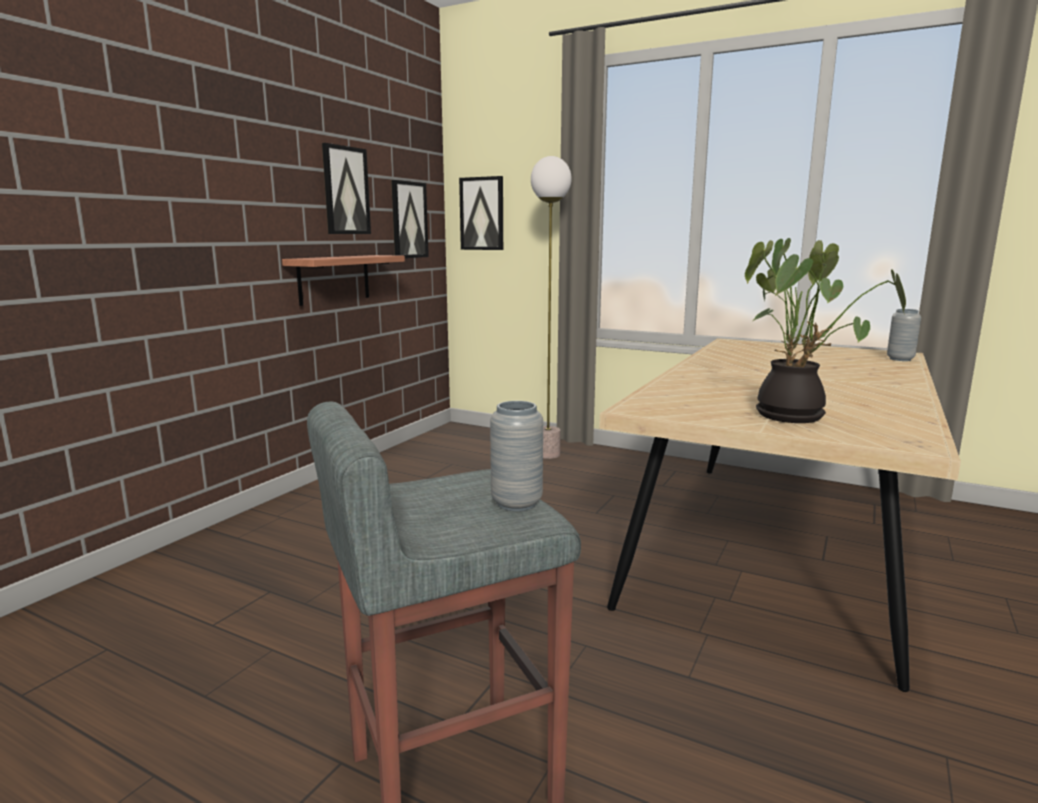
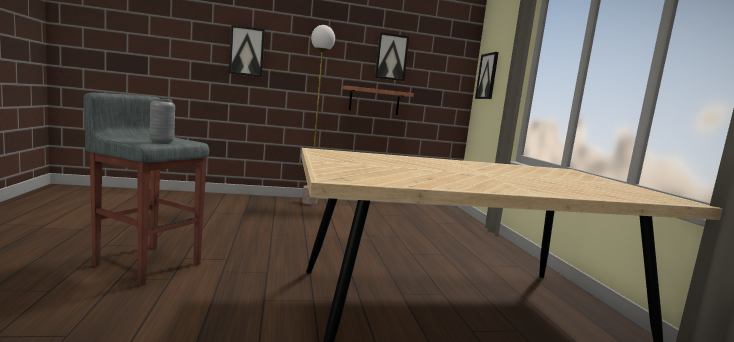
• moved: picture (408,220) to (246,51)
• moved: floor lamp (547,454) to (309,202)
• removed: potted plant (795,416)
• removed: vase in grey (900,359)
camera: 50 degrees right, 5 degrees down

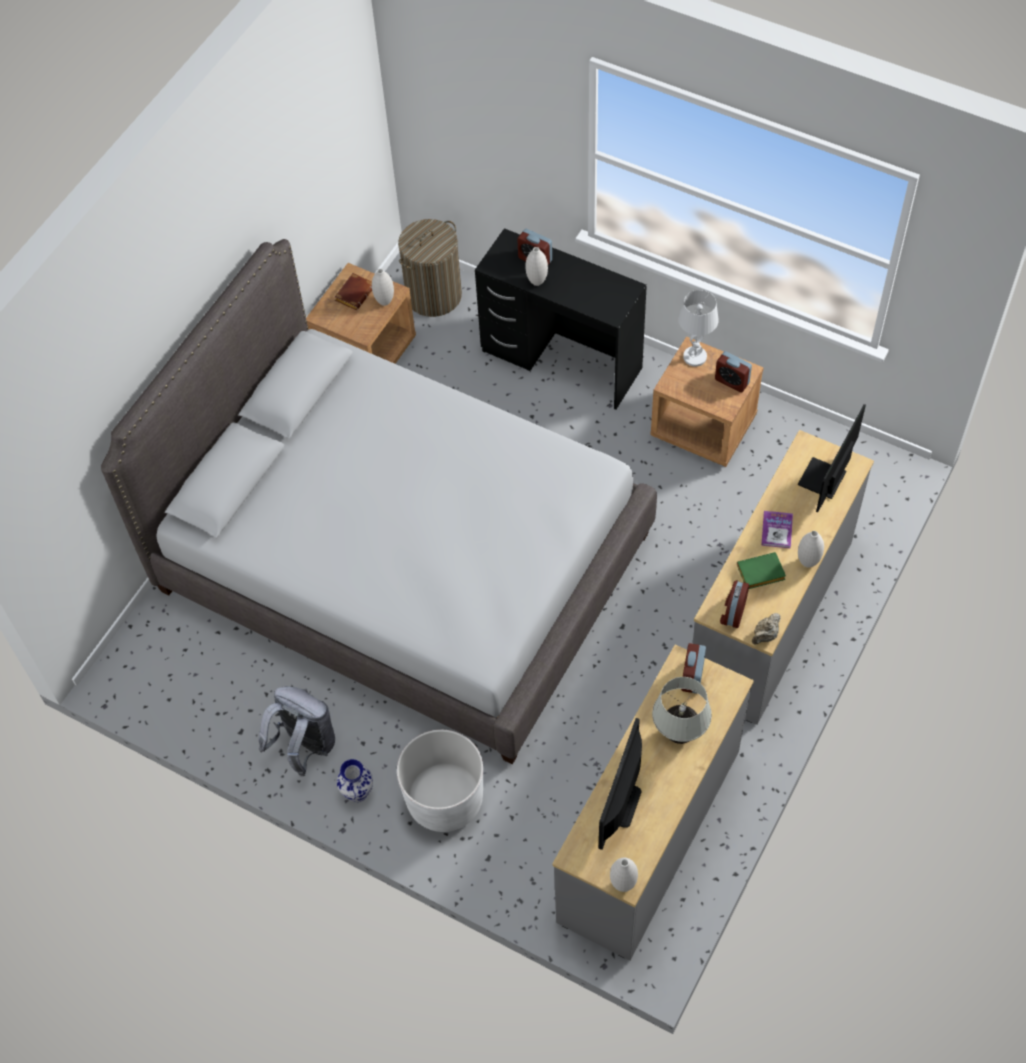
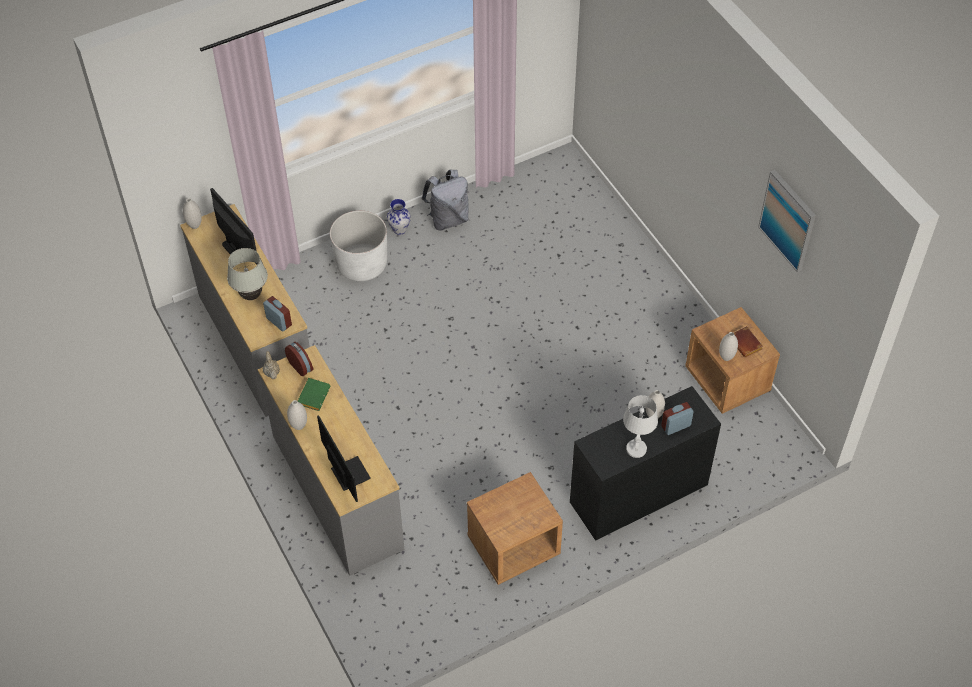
• moved: table lamp in white (694,357) to (636,449)
• added: picture (788,220)
• removed: bed in grey (403,561)
• removed: laundry basket (433,295)
• removed: alarm clock (732,381)
• removed: book (777,530)
camera: 120 degrees right, 5 degrees down

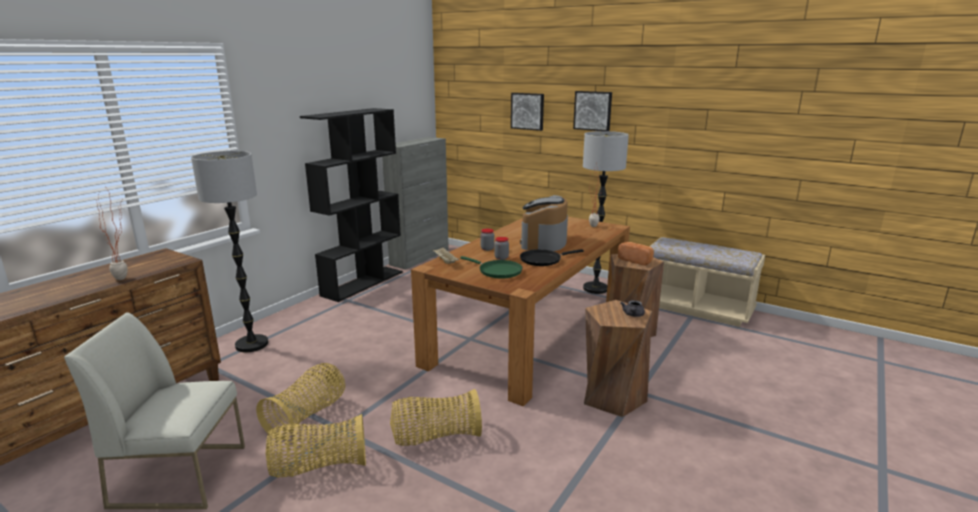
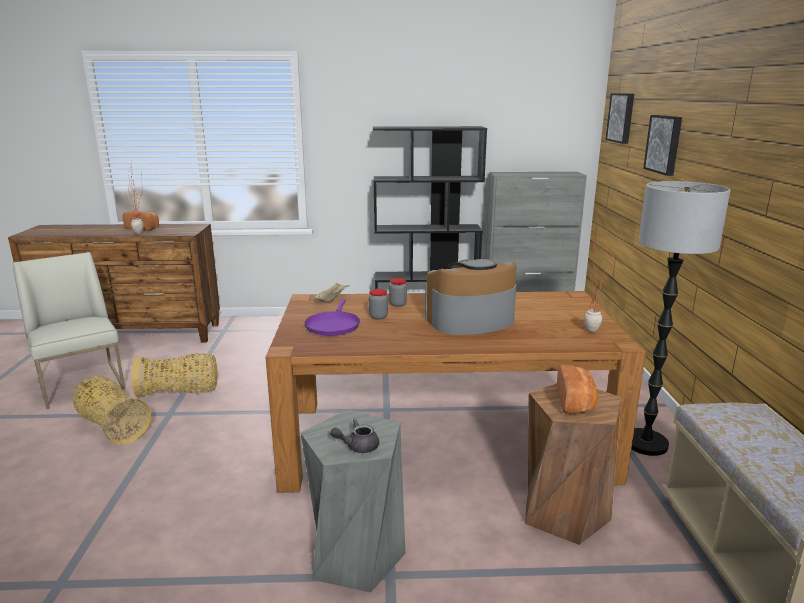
• added: bread (144,228)
• recoloured: stool in brown (612,397) to stool in grey (355,555)
• recoloured: frying pan in green (497,271) to frying pan in purple (333,325)
• moved: picture (593,110) to (622,117)
• removed: floor lamp (252,344)
• removed: basket (435,437)
• removed: frying pan in black (543,260)
camera: 55 degrees right, 0 degrees up

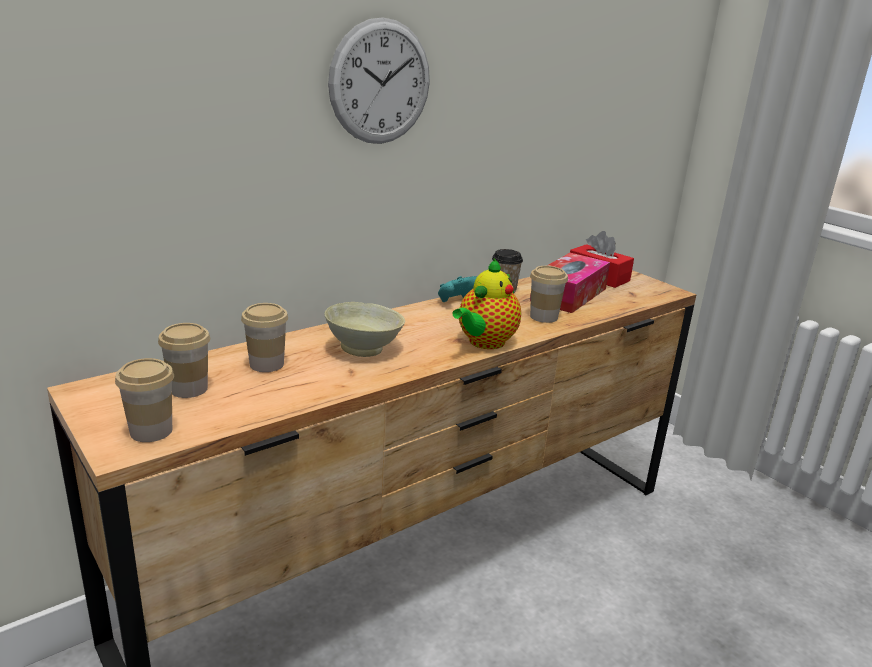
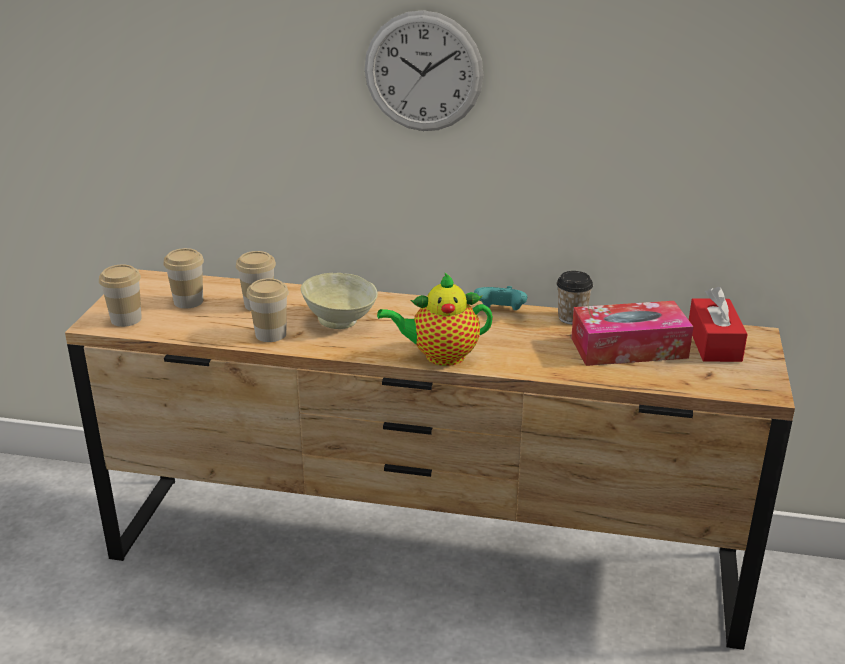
• moved: cup (543,317) to (270,334)
camera: 50 degrees right, 5 degrees up

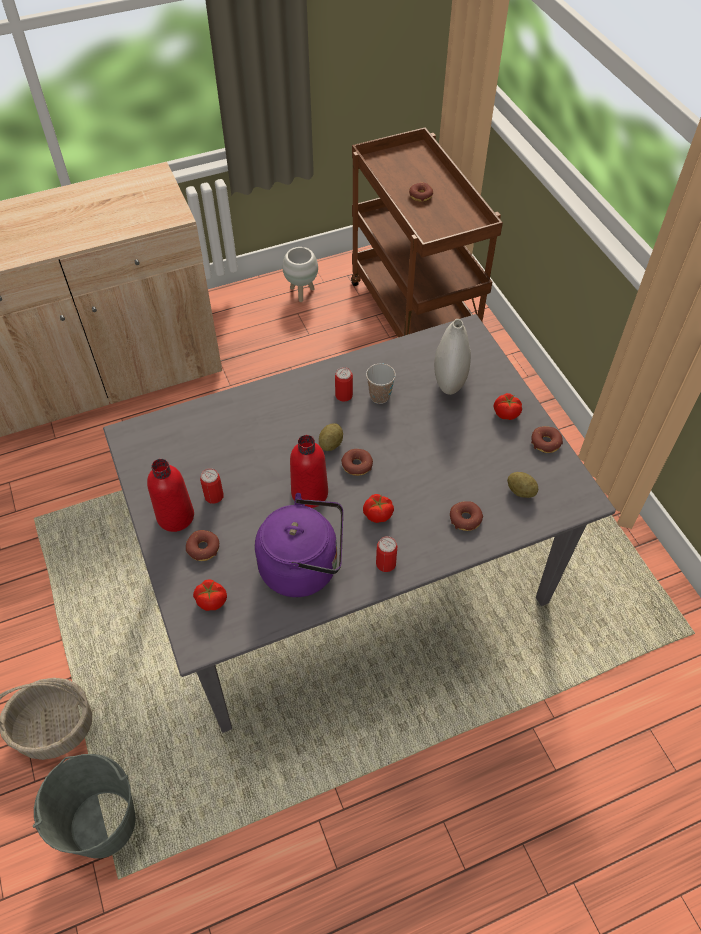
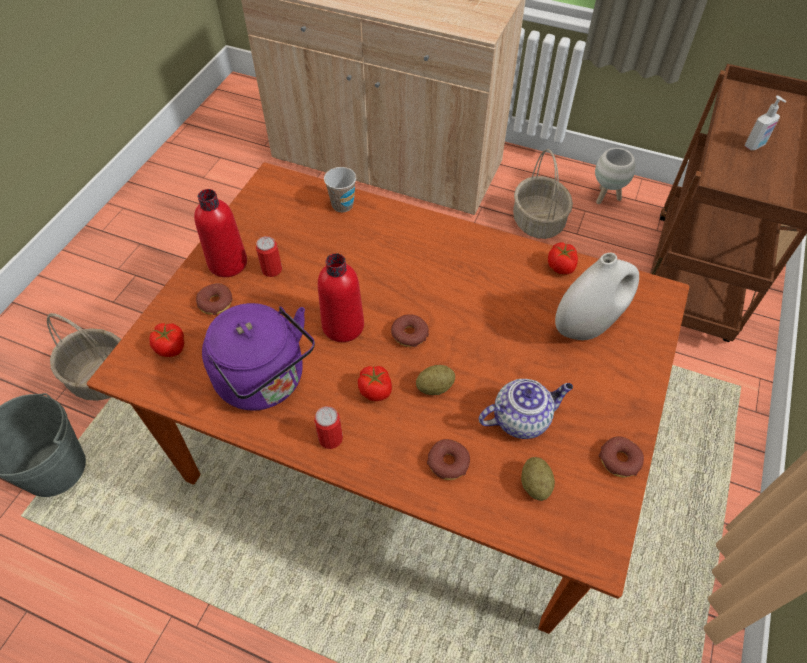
• recoloured: dining table in grey (351,572) to dining table in brown (405,447)
• moved: cup (379,396) to (342,205)
• moved: potato (330,444) to (435,387)
• added: teapot (521,418)
• added: basket (537,221)
• moved: tomato (506,413) to (560,267)
• replaced: donut (420,195) to soap dispenser (755,145)
• removed: can (344,395)
camera: 45 degrees right, 0 degrees up

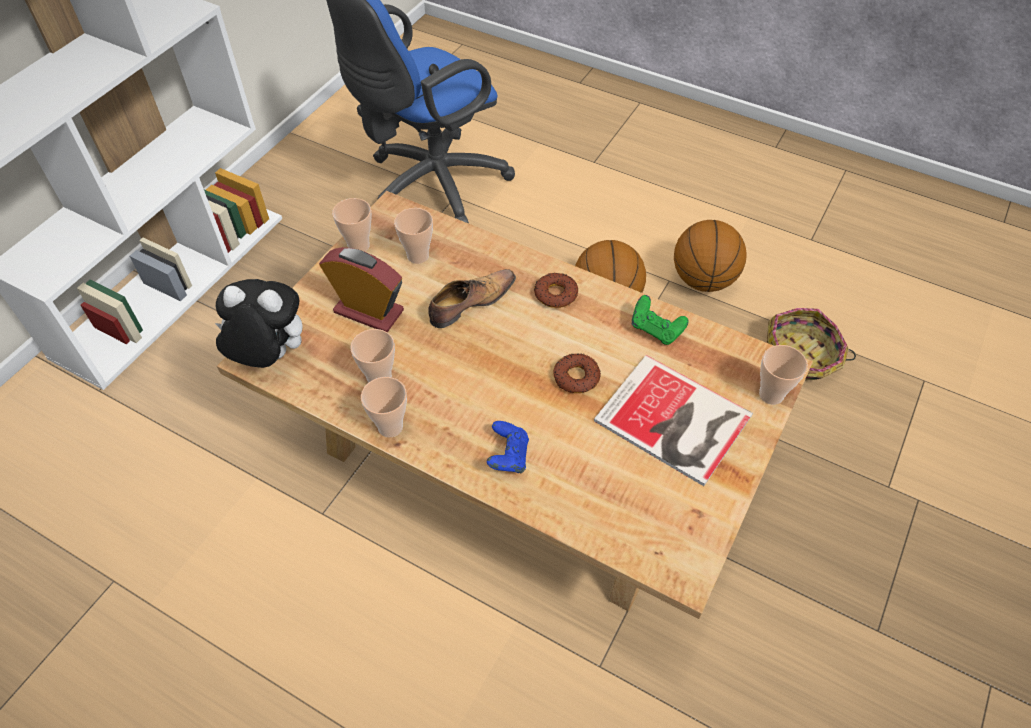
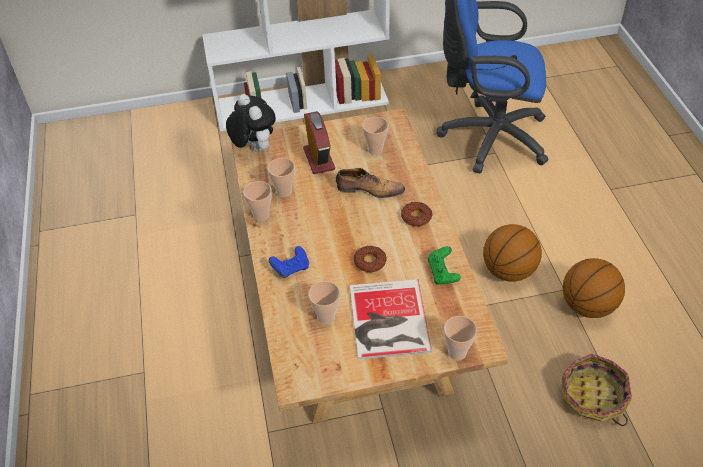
• moved: cup (358,246) to (326,317)
camera: 50 degrees right, 5 degrees down

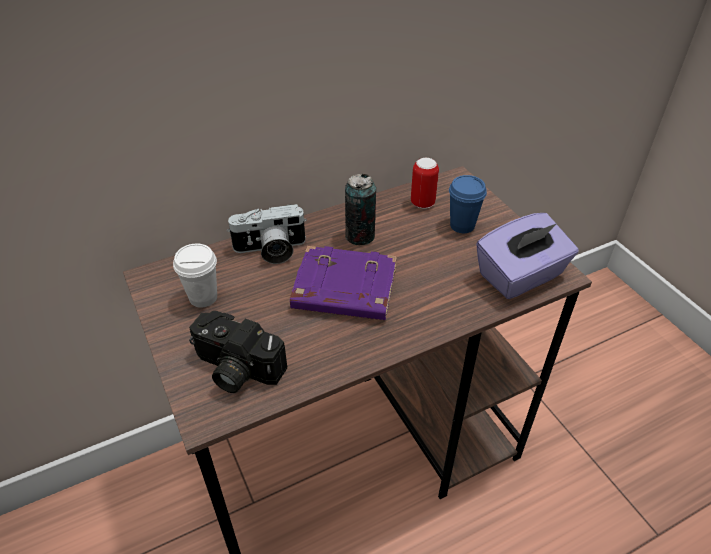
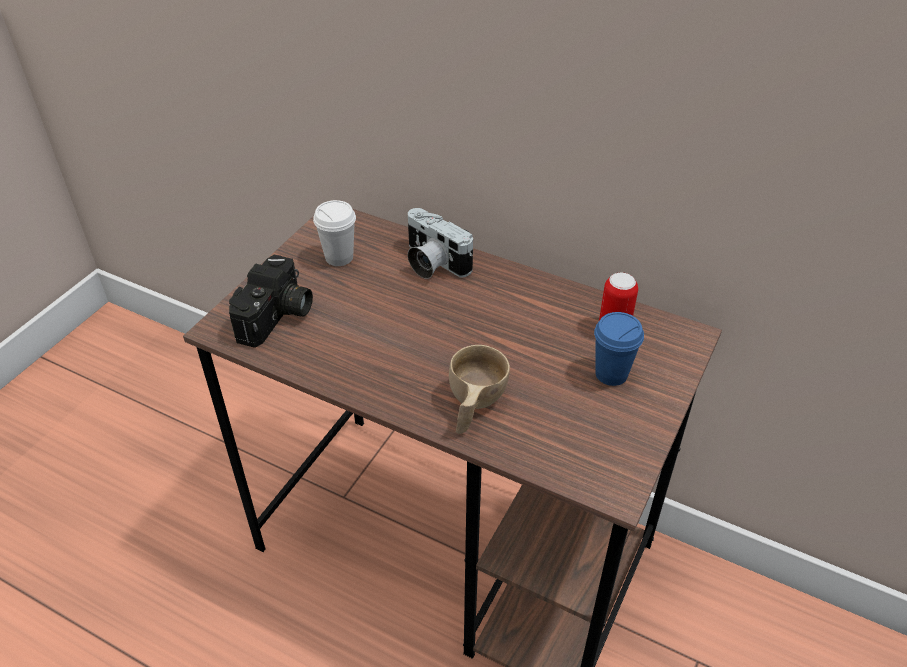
• turned: photo camera (235,369) = (277,317) 150 degrees counterclockwise
• added: cup in beige (473,406)
• removed: book in purple (343,290)
• removed: can (360,236)
• removed: tissue box in purple (521,276)
camera: 55 degrees right, 0 degrees up

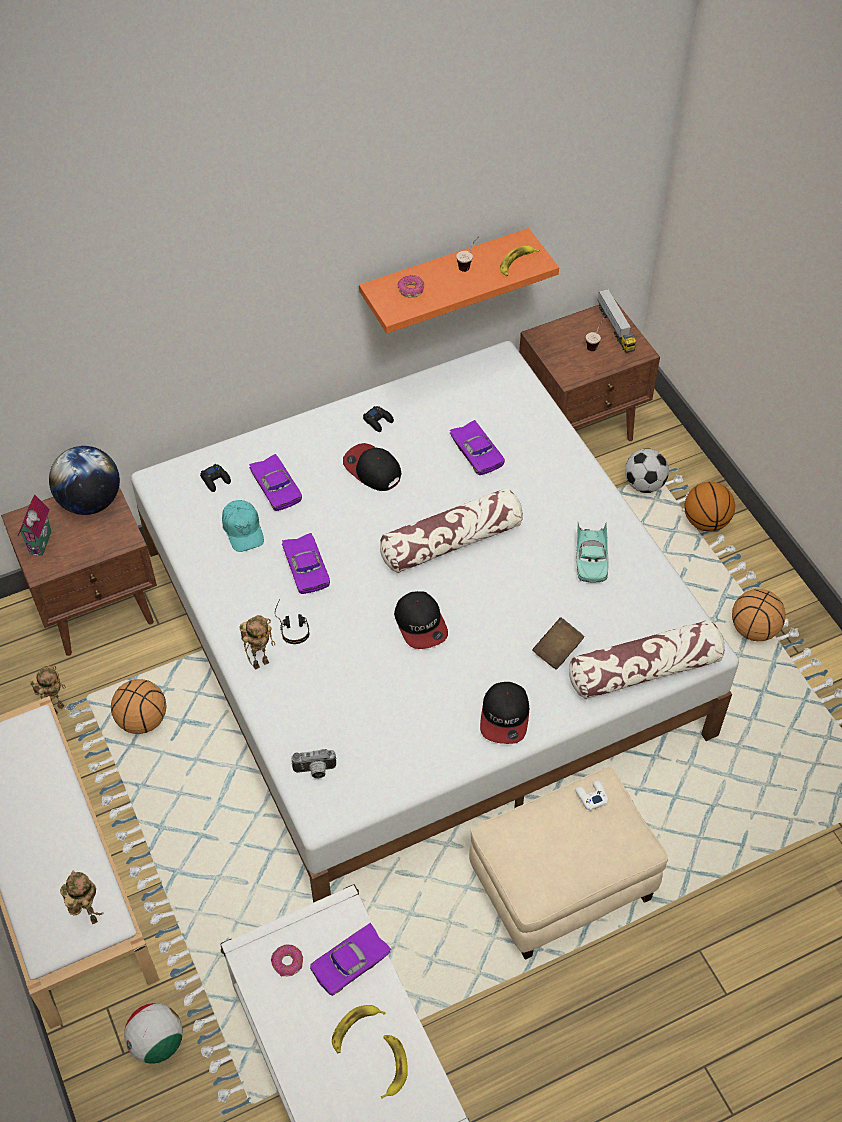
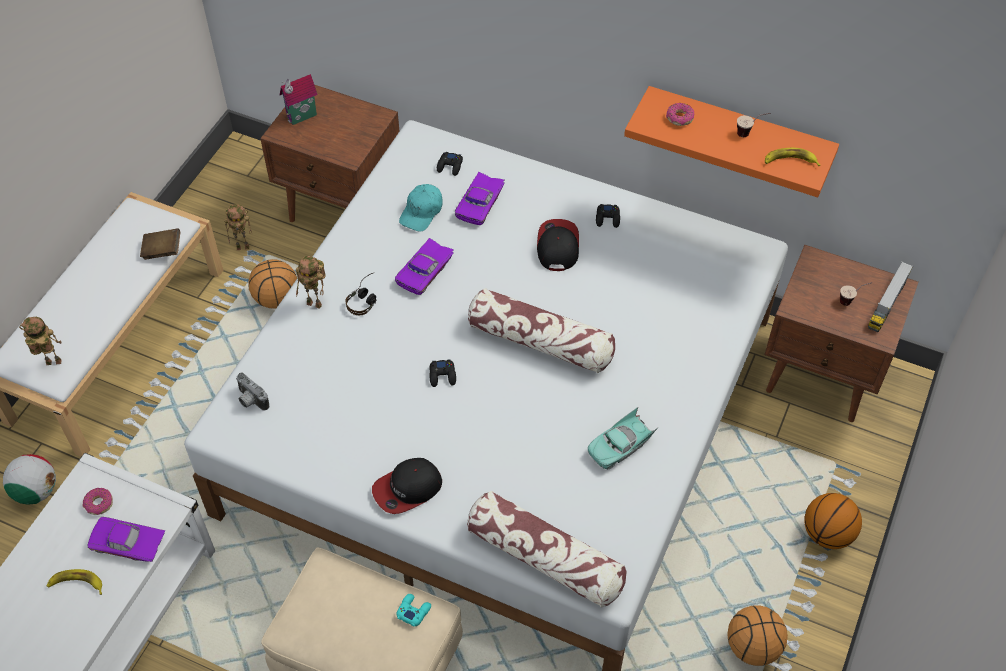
• turned: toy robot (89,915) = (52,364) 120 degrees counterclockwise
• moved: book in brown (557,650) to (162,251)
• recoloured: game controller in white (591,796) to game controller in turquoise (413,611)
• replaced: cap (421,624) to game controller in black (442,375)
• removed: globe (90,501)
• removed: banana (392,1066)
• removed: toy car in purple (478,452)
• removed: football (644,485)
camera: 50 degrees right, 0 degrees up

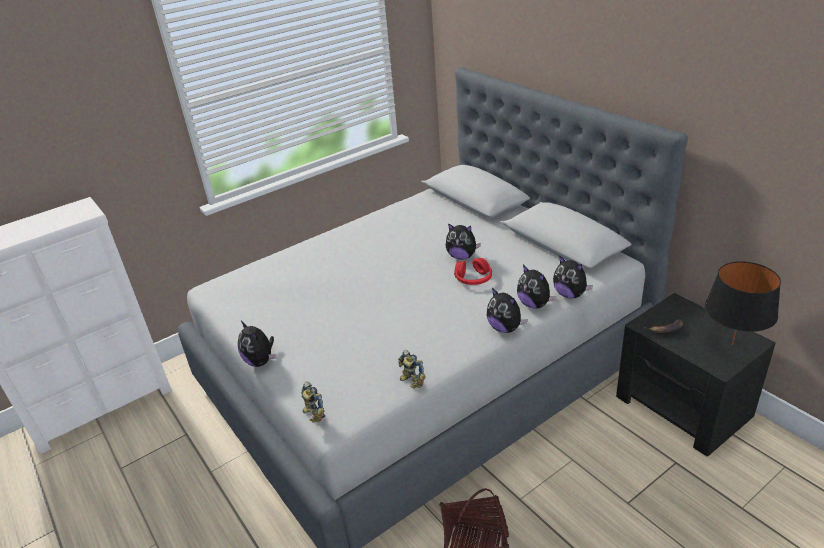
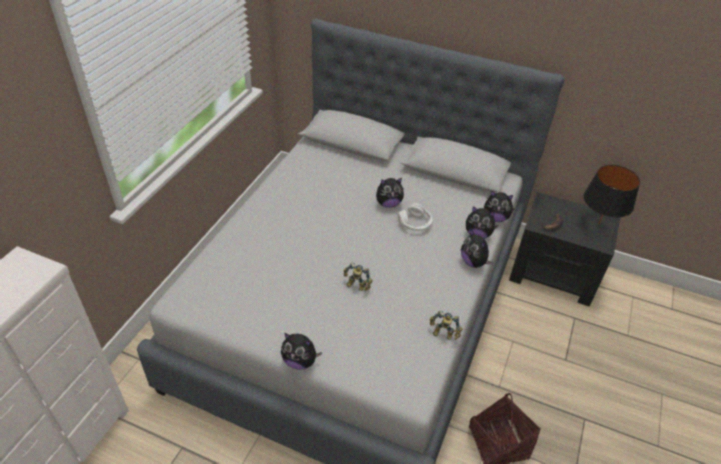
• moved: toy robot (312,415) to (356,286)
• recoloured: headphones in red (473,279) to headphones in white (415,223)
• turned: plush toy (505,328) = (473,262) 45 degrees clockwise
camera: 35 degrees left, 10 degrees up

